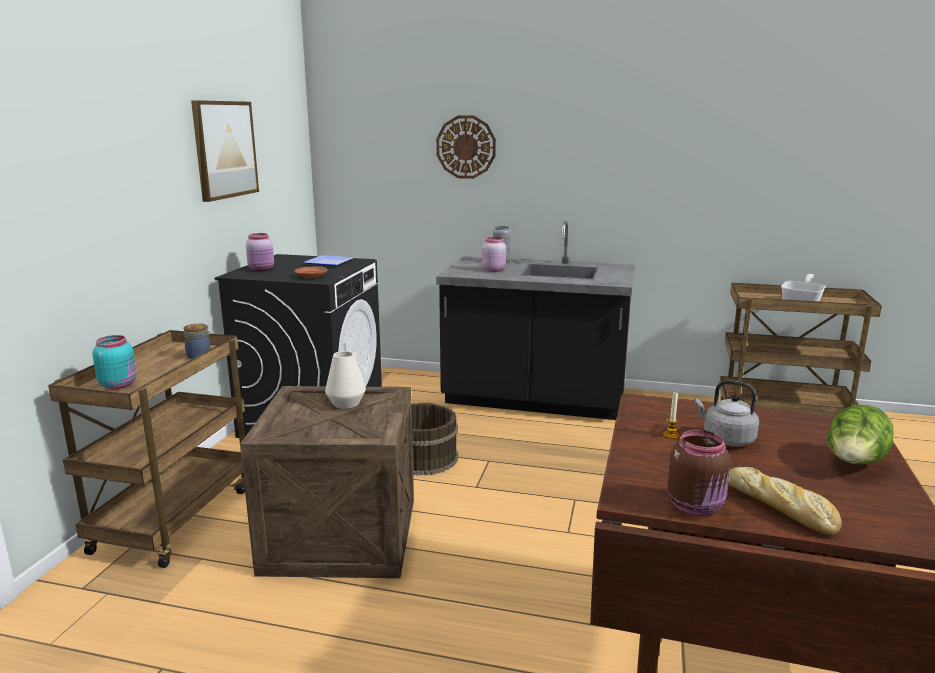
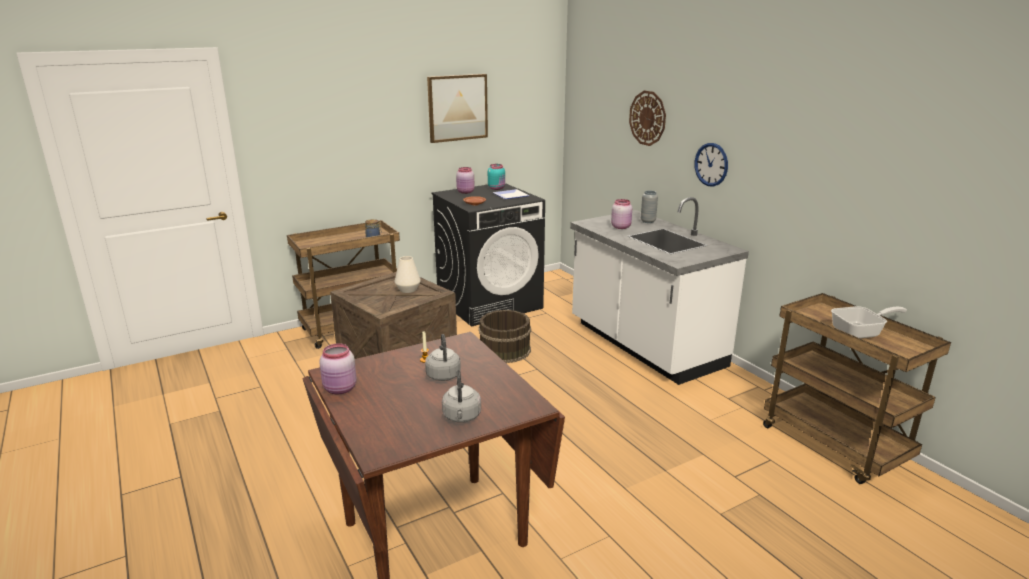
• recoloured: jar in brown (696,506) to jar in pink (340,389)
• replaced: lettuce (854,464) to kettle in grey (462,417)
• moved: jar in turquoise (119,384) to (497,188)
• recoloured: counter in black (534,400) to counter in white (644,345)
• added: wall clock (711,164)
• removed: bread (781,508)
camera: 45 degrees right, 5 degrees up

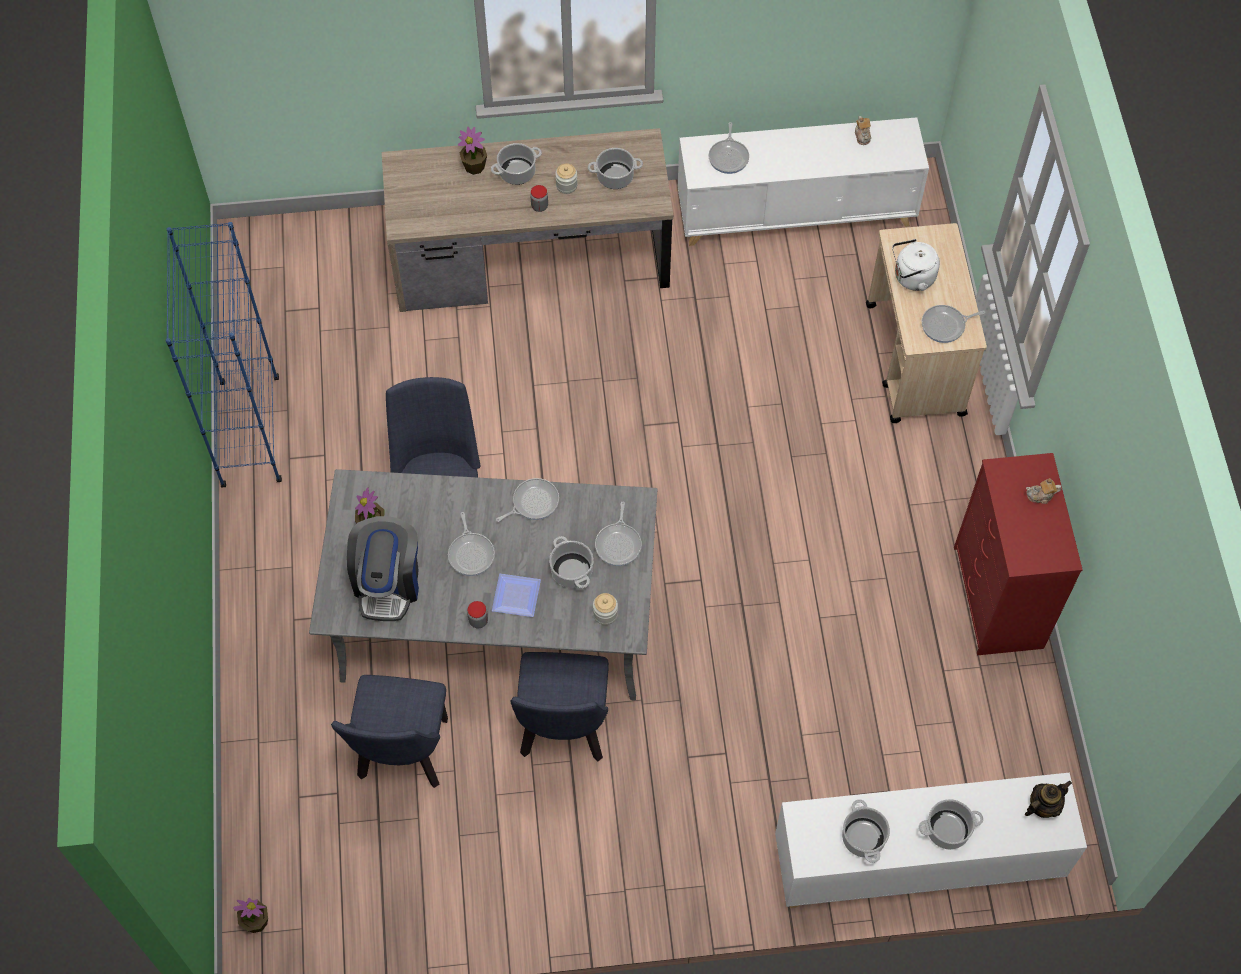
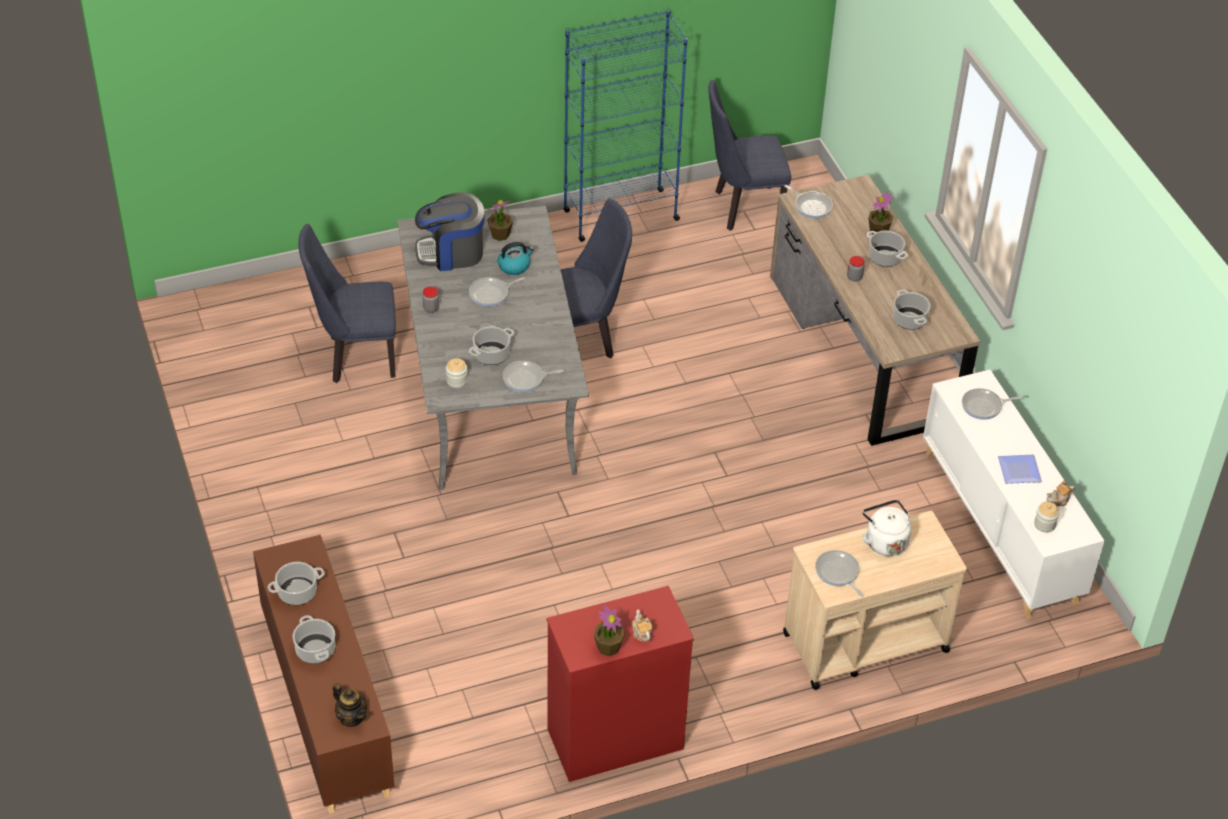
• recoloured: cabinet in white (916,862) to cabinet in brown (326,705)
• added: kettle (514,266)
• moved: potted plant (256,922) to (608,647)
• moved: chair in blue (563,732) to (742,208)
• moved: frying pan (533,502) to (811,206)
• moved: plate (515,595) to (1020,469)
• moved: jar (566,185) to (1044,524)
camera: 75 degrees right, 15 degrees down

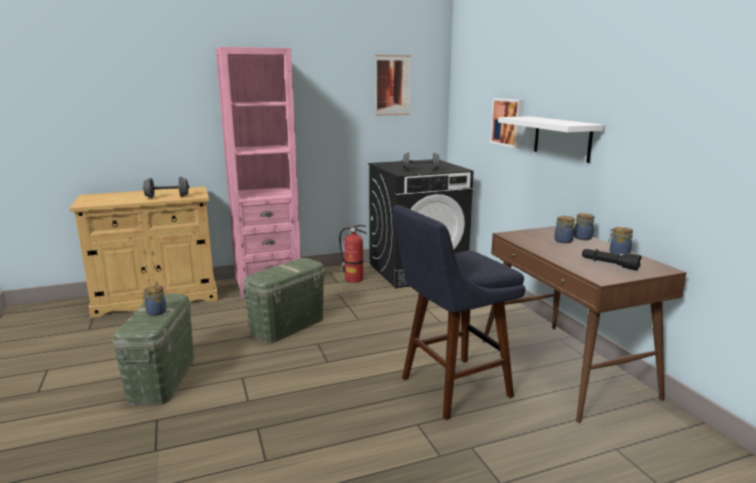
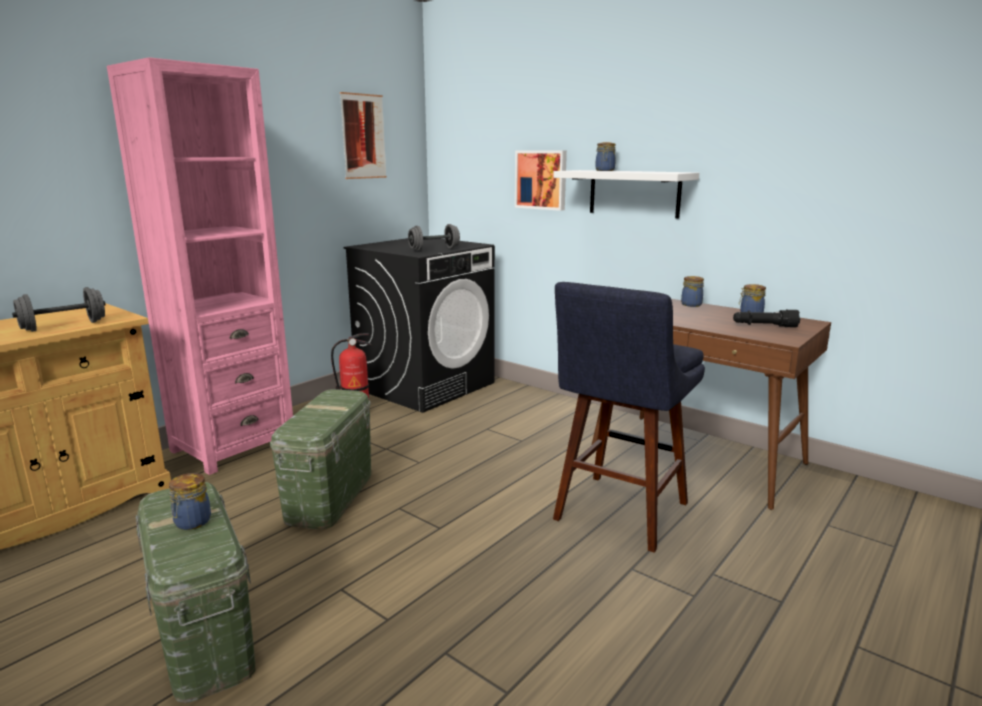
• moved: jar (563,241) to (604,170)
camera: 30 degrees left, 0 degrees up

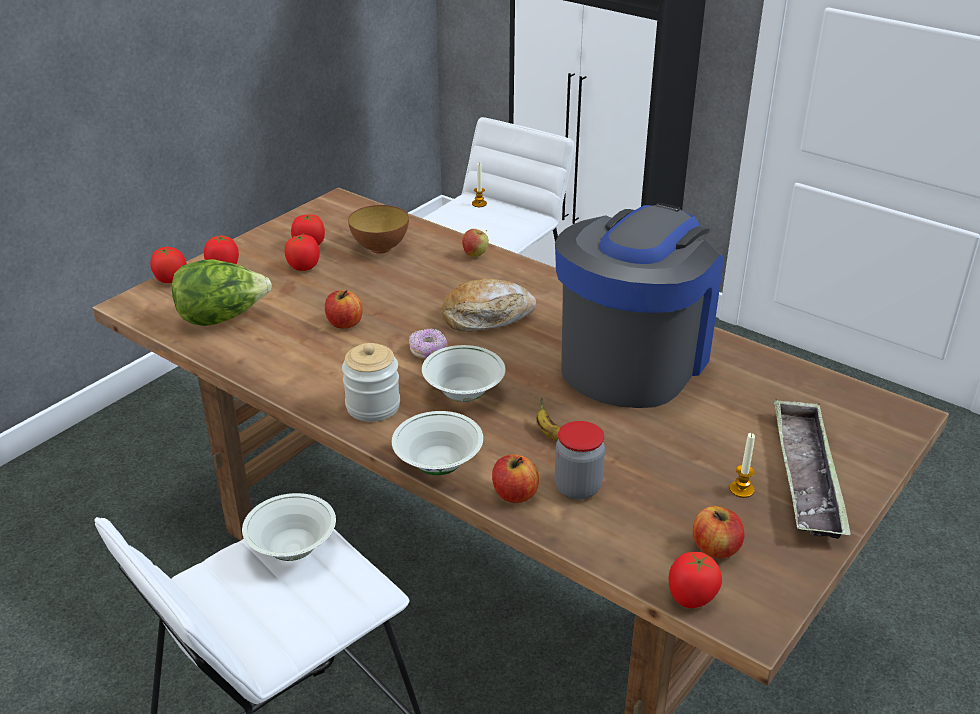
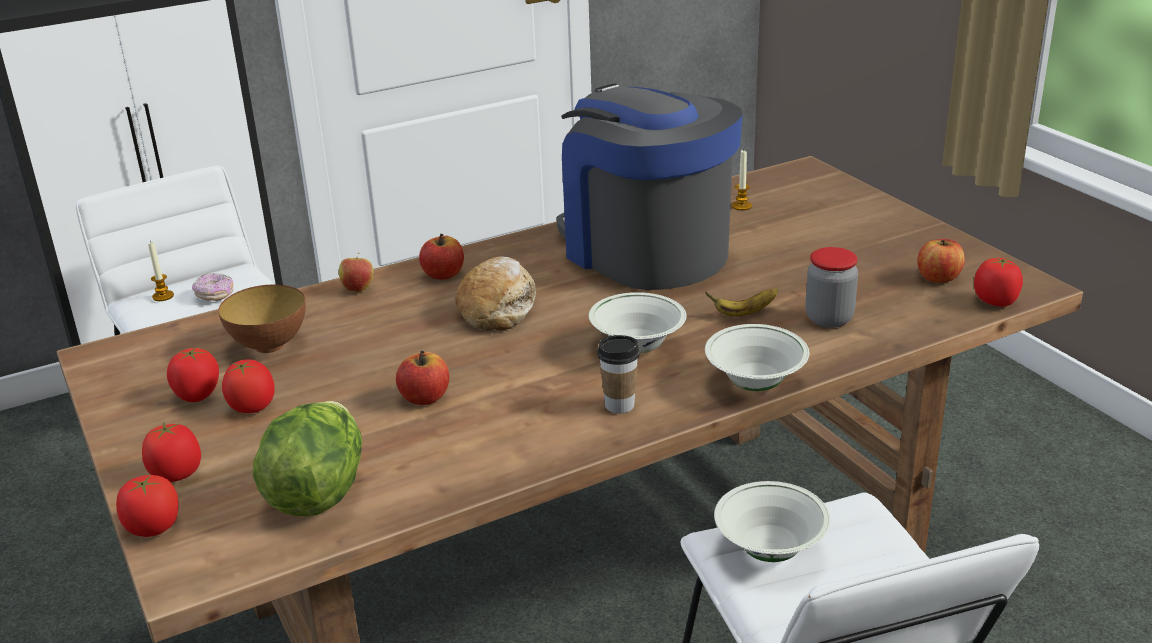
• moved: donut (428,352) to (215,295)
• moved: apple (514,494) to (443,275)
• replaced: jar (373,406) to cup (619,405)
• moved: candle (741,490) to (741,206)
• removed: tray (806,475)
camera: 65 degrees left, 5 degrees down

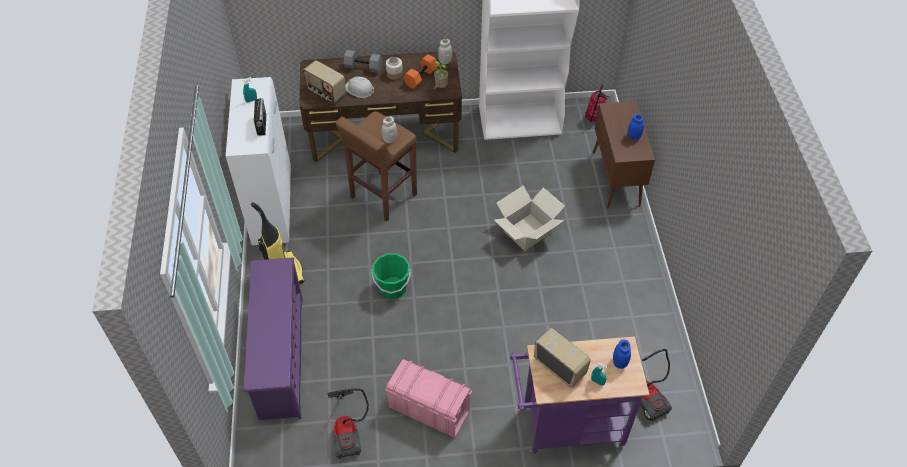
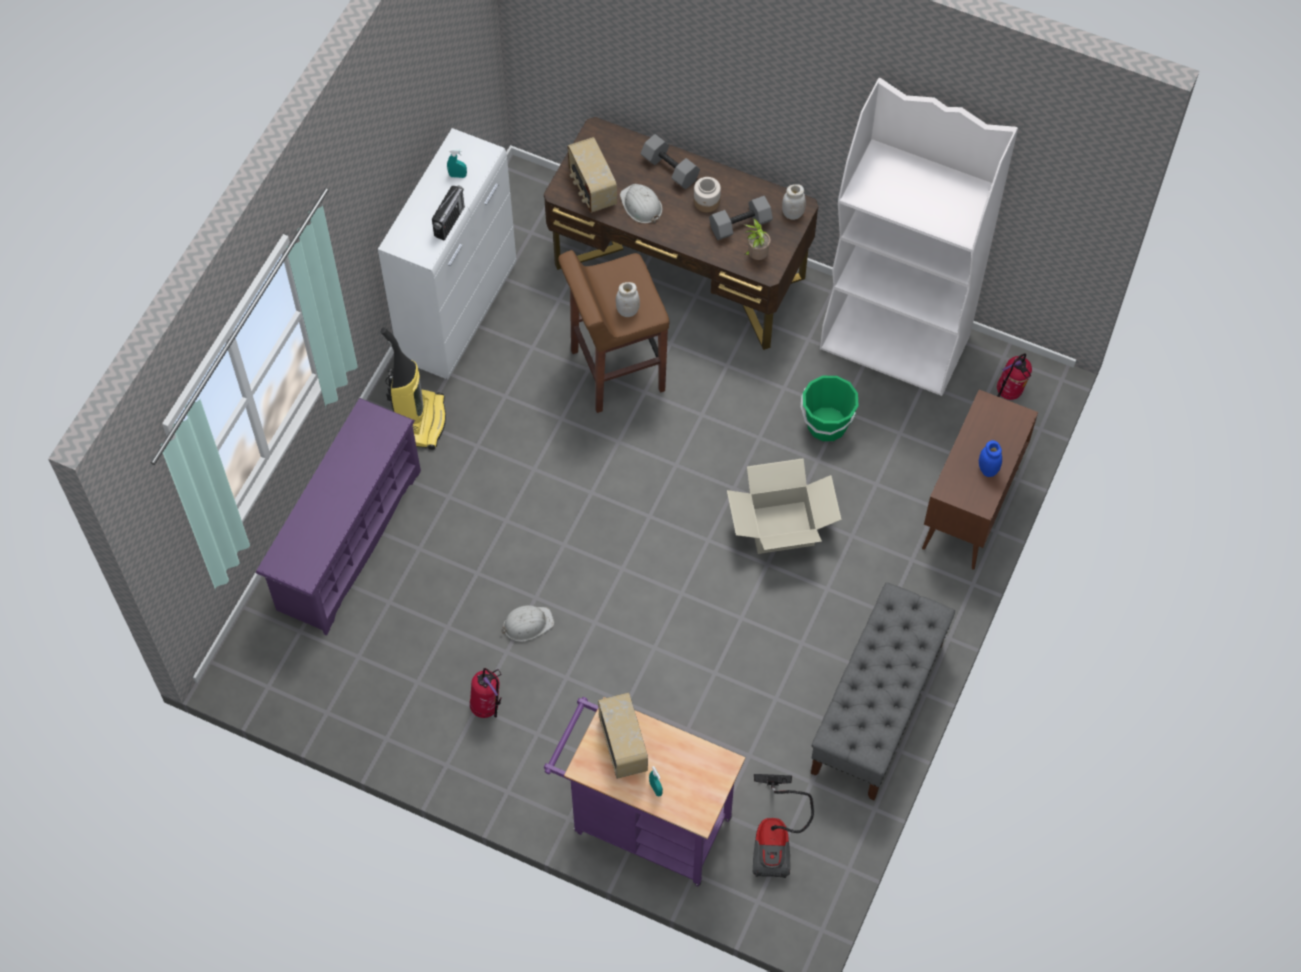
• replaced: storage box in pink (429,409) to fire extinguisher (487,707)
• added: hard hat in white (527,624)
• recoloured: dumbbell in orange (421,78) to dumbbell in grey (740,226)
• moved: bucket in green (392,288) to (826,425)
• added: bench in grey (877,708)
• removed: vacuum cleaner (348,430)
• removed: jar in blue (619,362)
camera: 30 degrees right, 10 degrees up

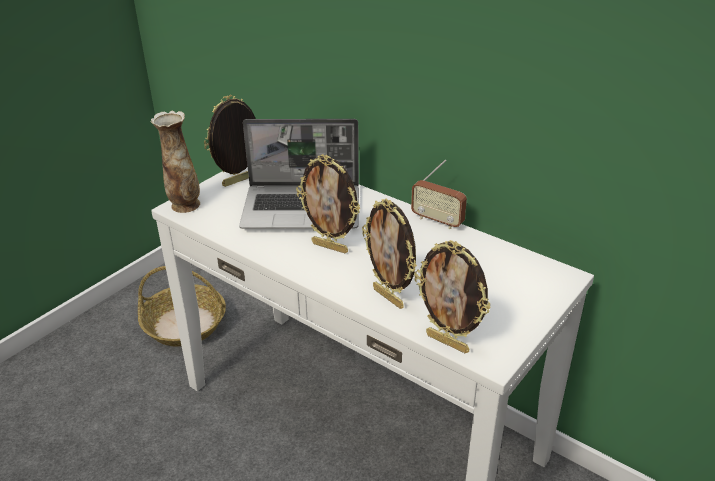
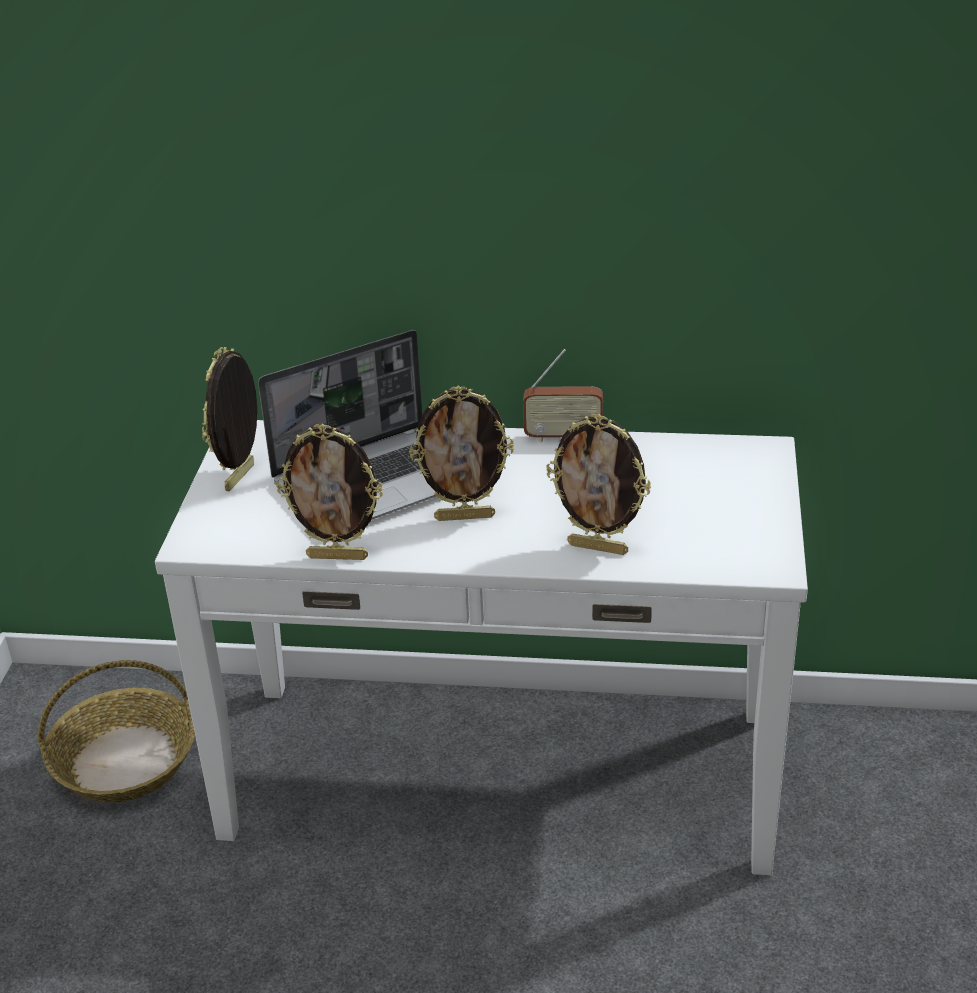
• moved: picture frame (448,342) to (338,556)
• removed: vase (184,205)
camera: 30 degrees left, 0 degrees up

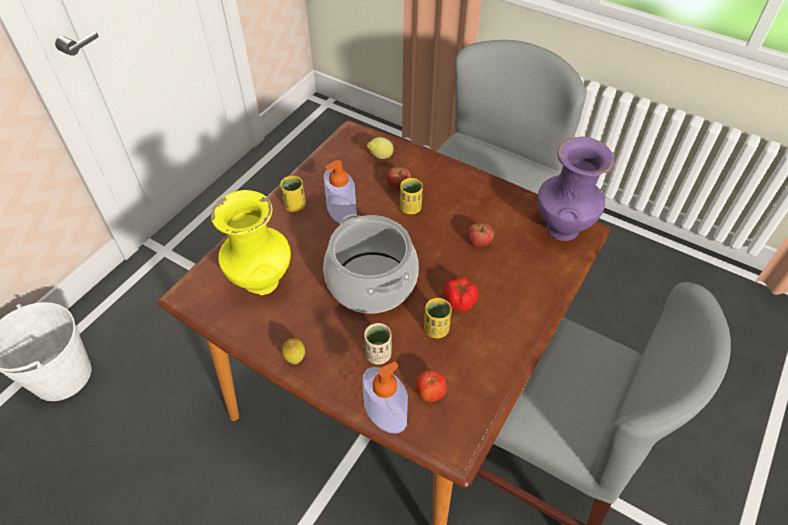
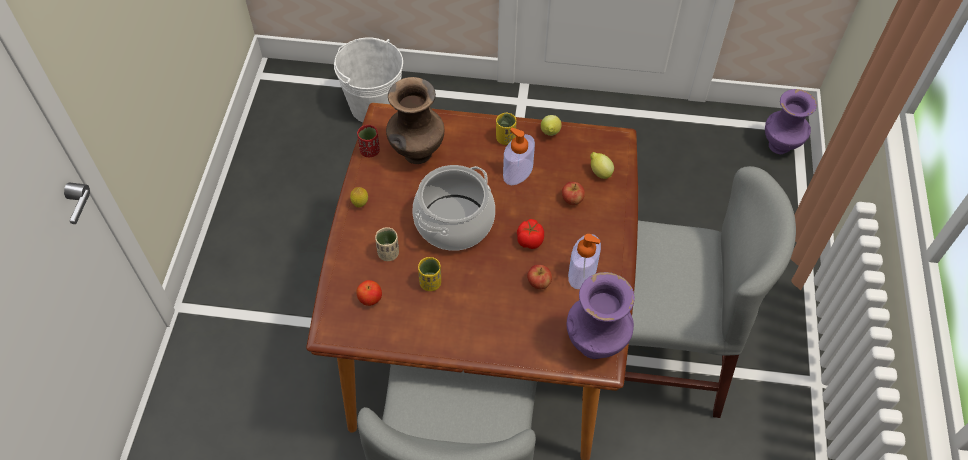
• added: cup in red (370,151)
• recoloured: vase in yellow (262,283) to vase in brown (417,154)
• moved: tomato (459,301) to (530,240)
• added: lemon (550,133)
• moved: soap dispenser (385,412) to (582,273)
• added: vase in purple (780,146)
• removed: cup in yellow (410,208)
camera: 65 degrees right, 5 degrees up

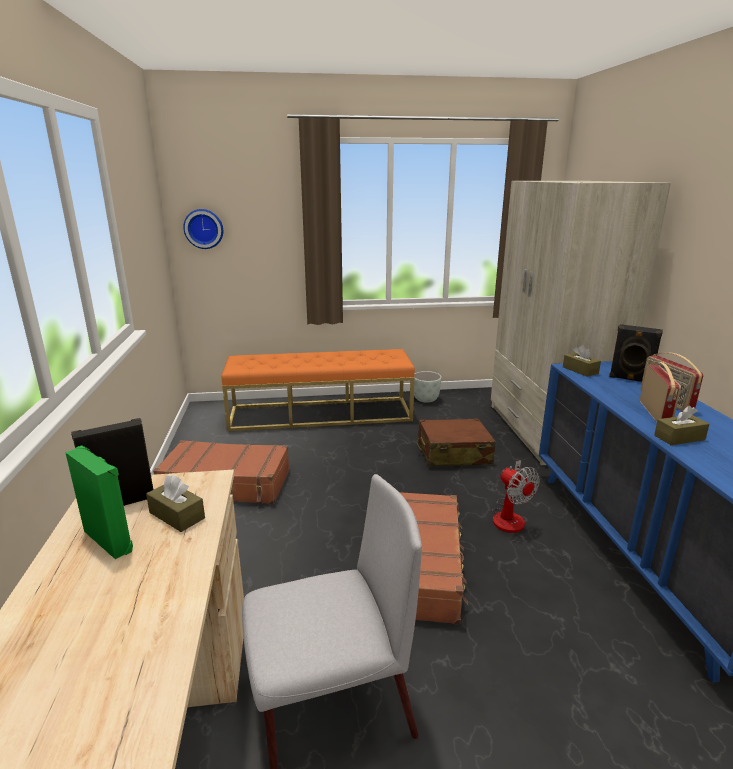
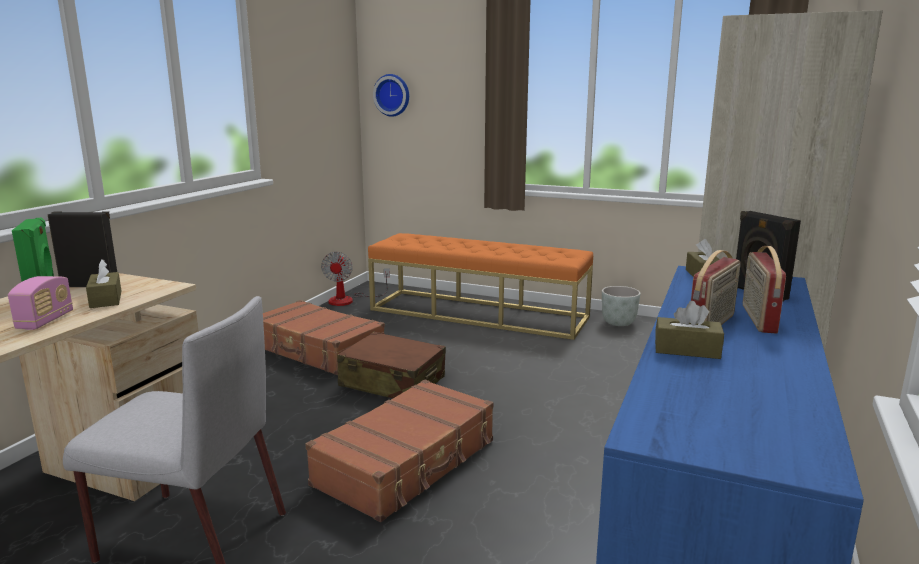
• added: radio (45,321)
• moved: fan (510,516) to (349,300)
• moved: suitcase in brown (453,453) to (392,382)
camera: 30 degrees right, 5 degrees down

